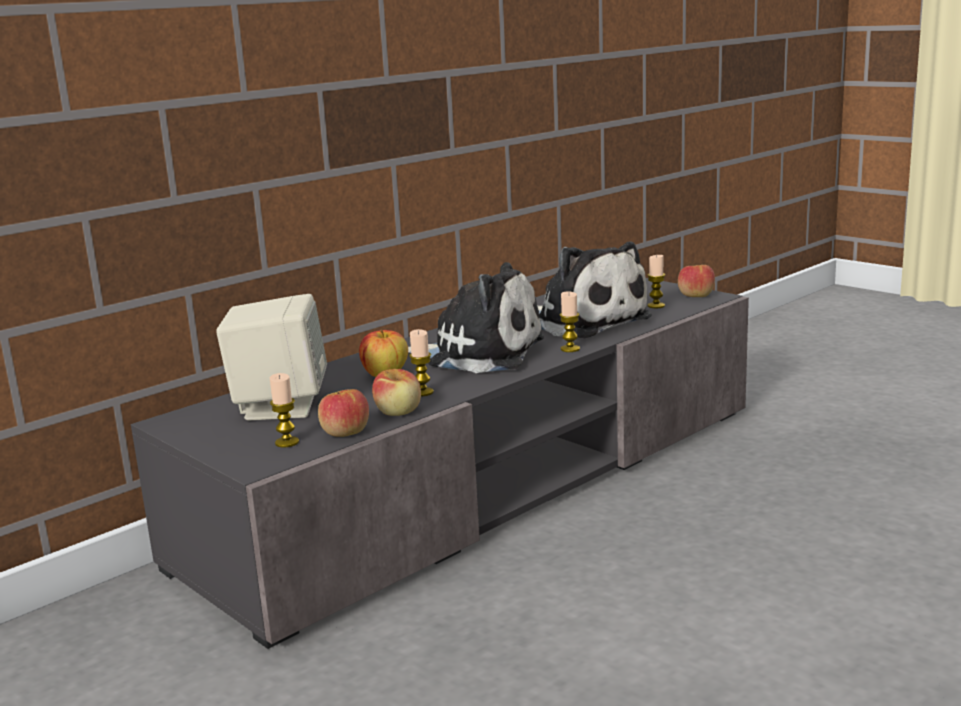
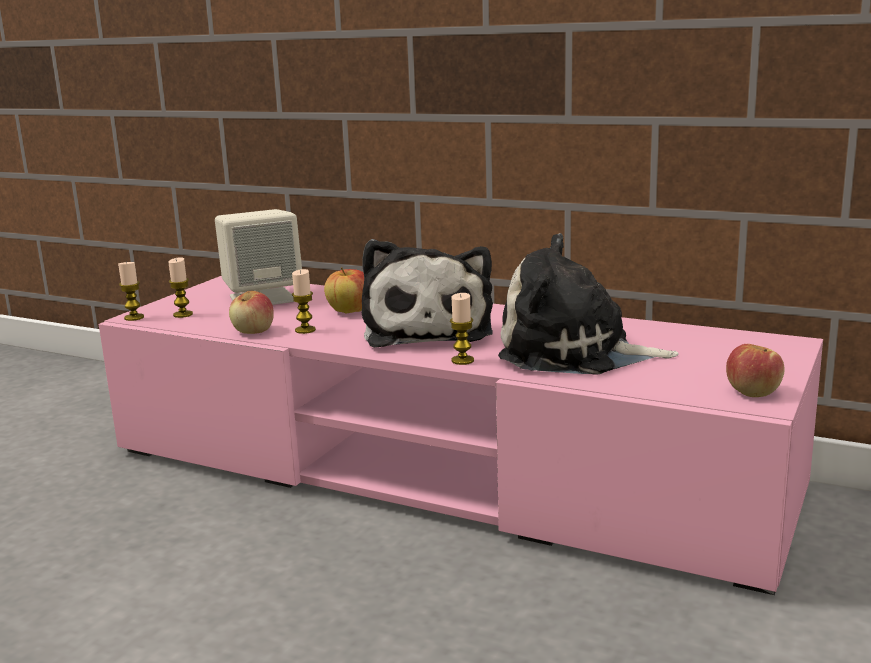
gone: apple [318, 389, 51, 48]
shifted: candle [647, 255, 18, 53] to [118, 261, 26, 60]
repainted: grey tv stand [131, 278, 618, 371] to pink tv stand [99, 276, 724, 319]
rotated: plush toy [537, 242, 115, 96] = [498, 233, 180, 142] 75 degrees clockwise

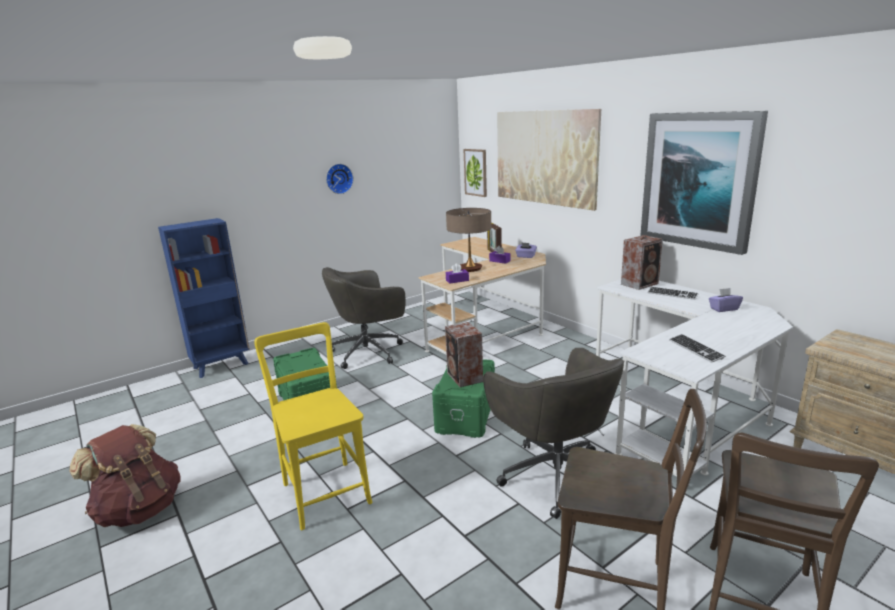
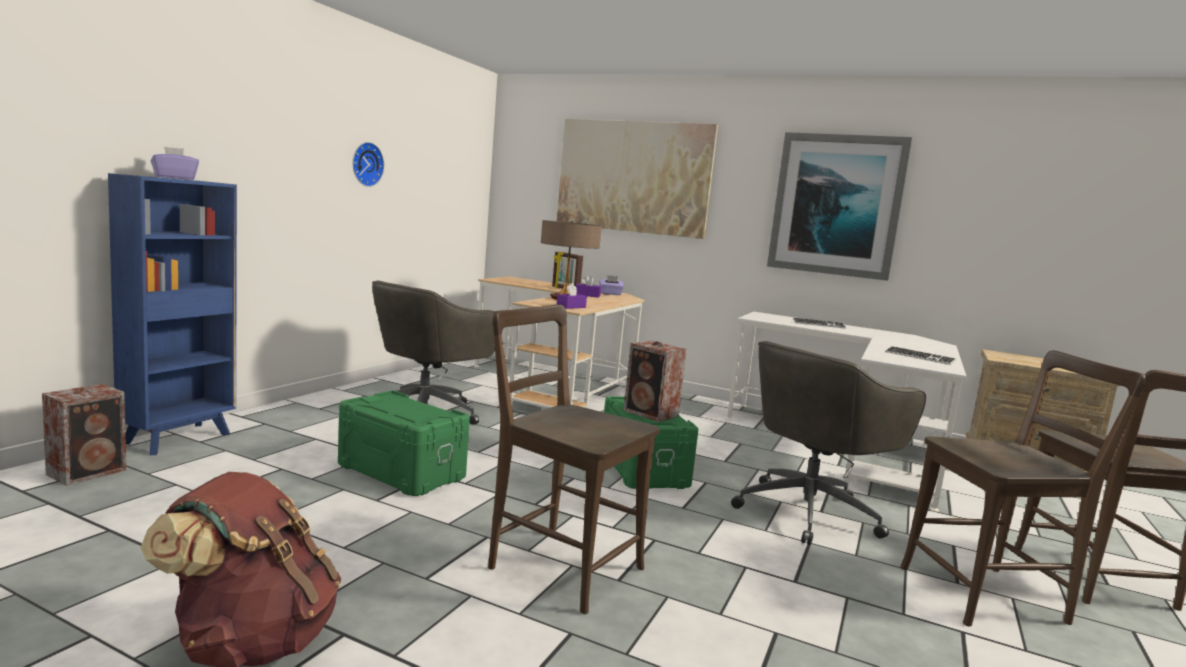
gone: picture [463, 149, 24, 48]
shifted: speaker [621, 235, 42, 55] to [42, 384, 84, 102]; purple tissue box [709, 288, 34, 24] to [151, 147, 48, 33]
repainted: yellow chair [254, 322, 118, 208] to brown chair [488, 305, 172, 309]
rotated: grey office chair [483, 348, 142, 171] = [731, 341, 195, 204] 105 degrees clockwise

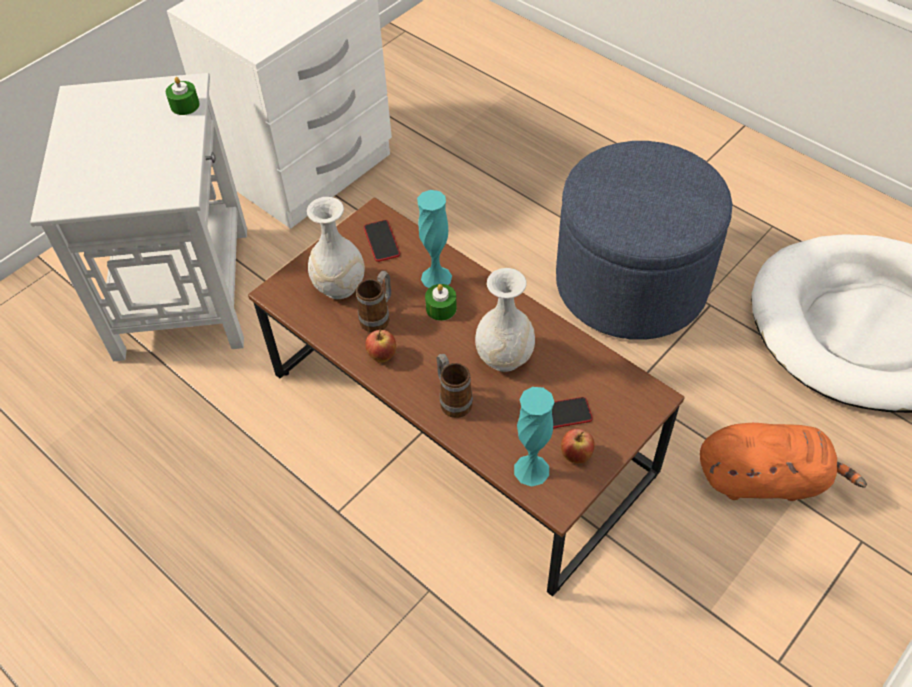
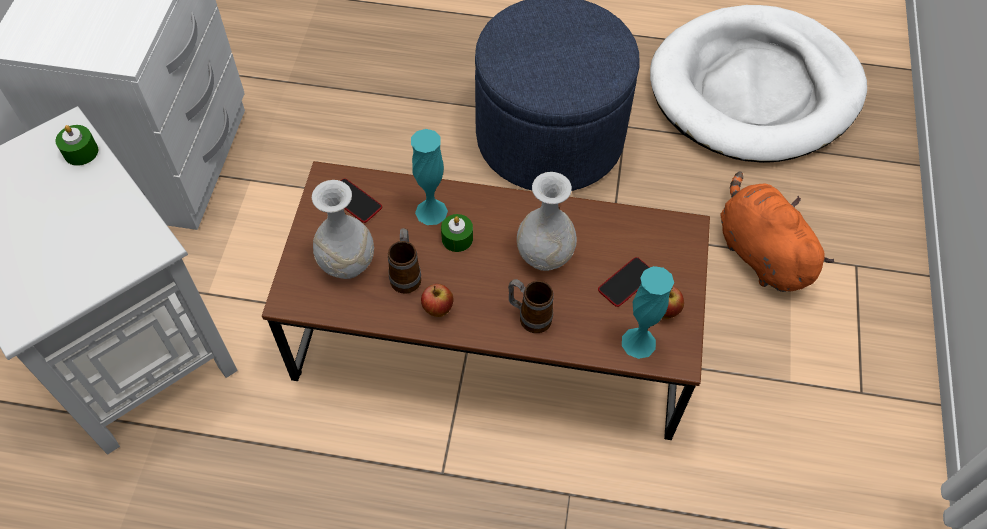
rotated: orange plush toy [700, 423, 167, 78] = [720, 171, 114, 121] 90 degrees counterclockwise

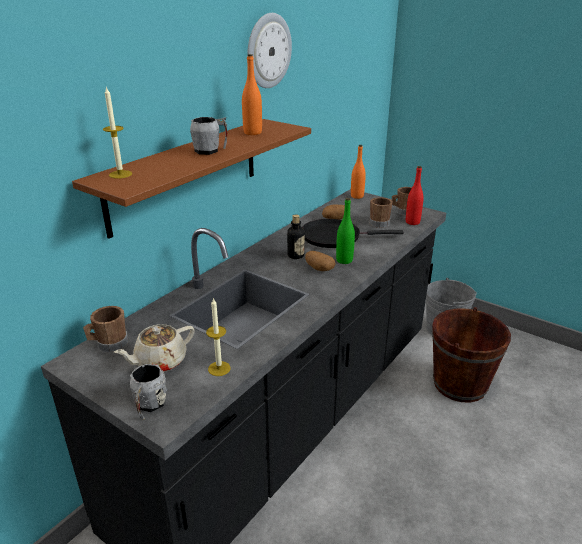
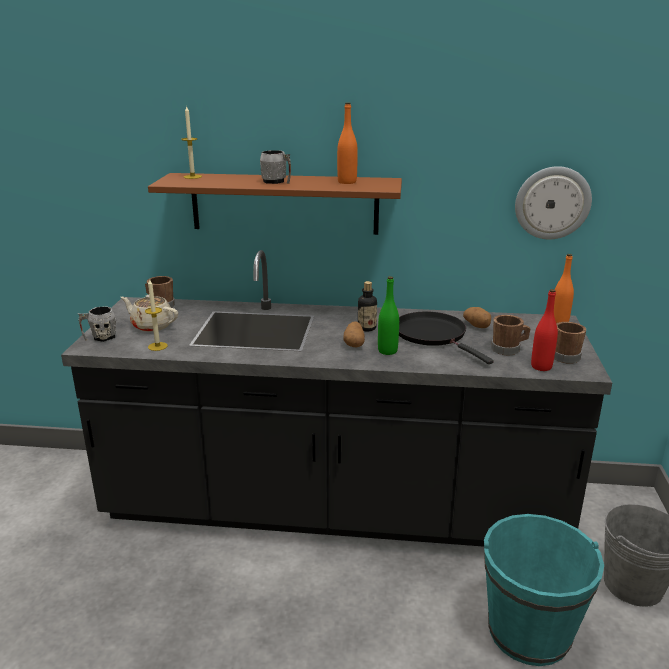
shifted: wall clock [247, 13, 45, 75] to [515, 166, 77, 73]
repainted: brown bucket [432, 307, 79, 96] to turquoise bucket [484, 514, 120, 152]

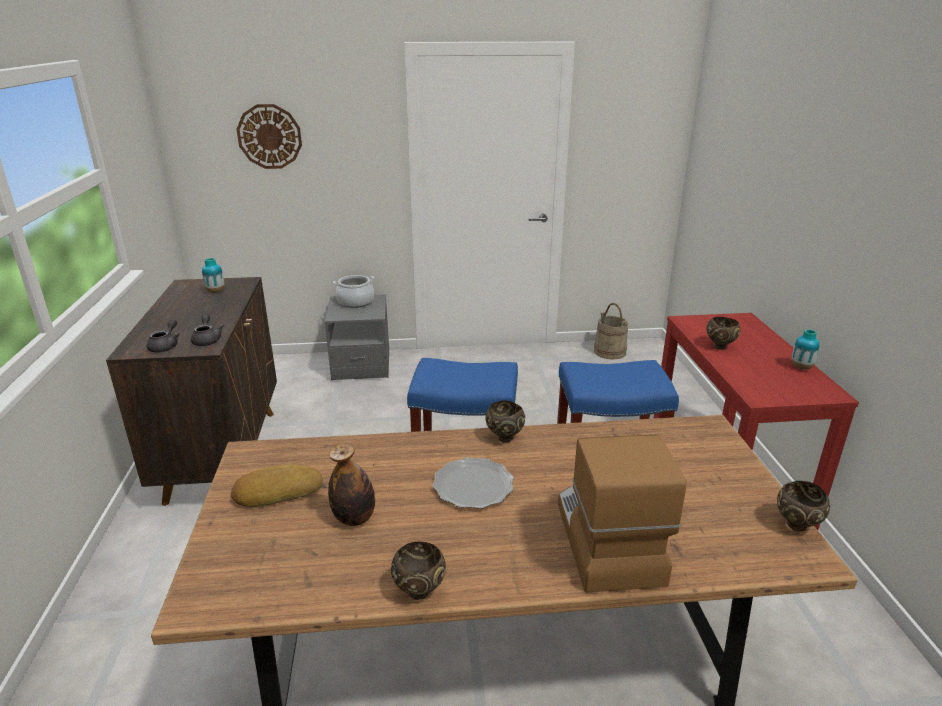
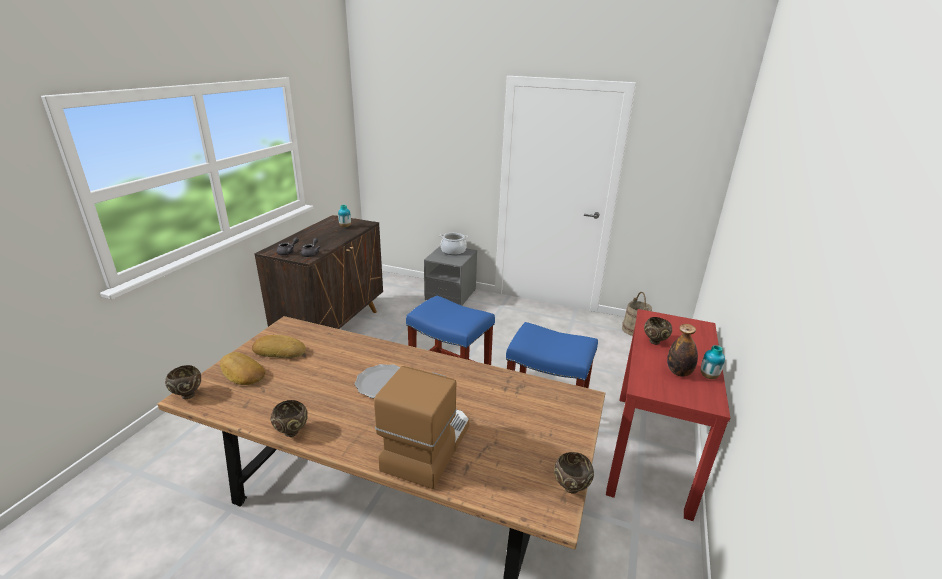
gone: wall clock [236, 104, 66, 65]
new: bread [220, 352, 45, 33]
shifted: bottle [328, 442, 47, 84] to [667, 324, 31, 53]; brown bowl [485, 401, 40, 42] to [165, 365, 36, 34]

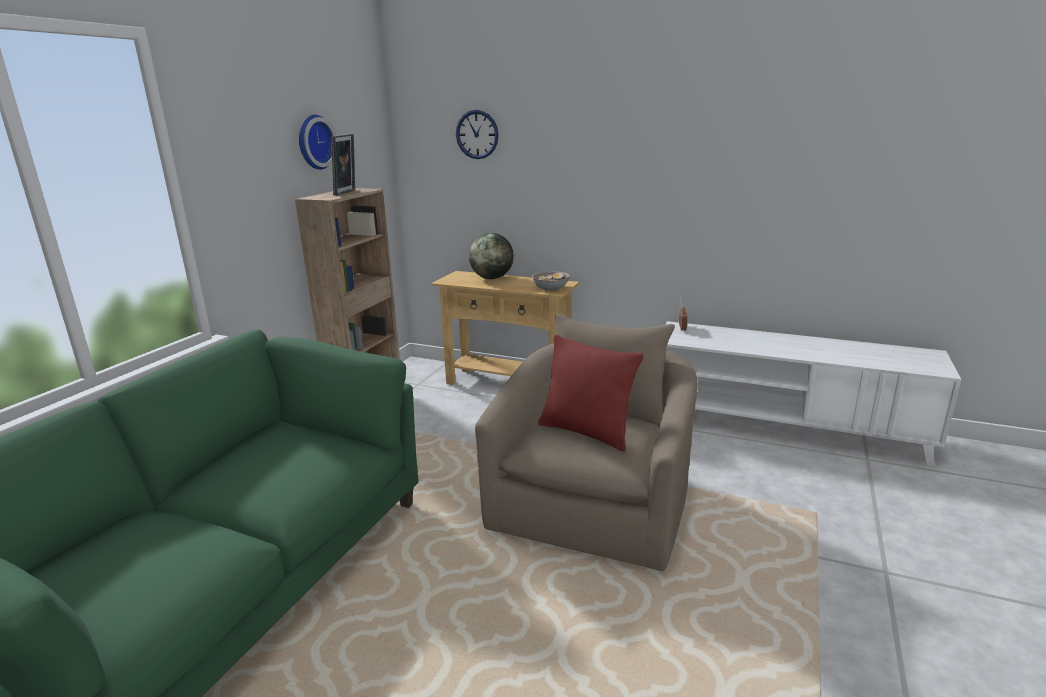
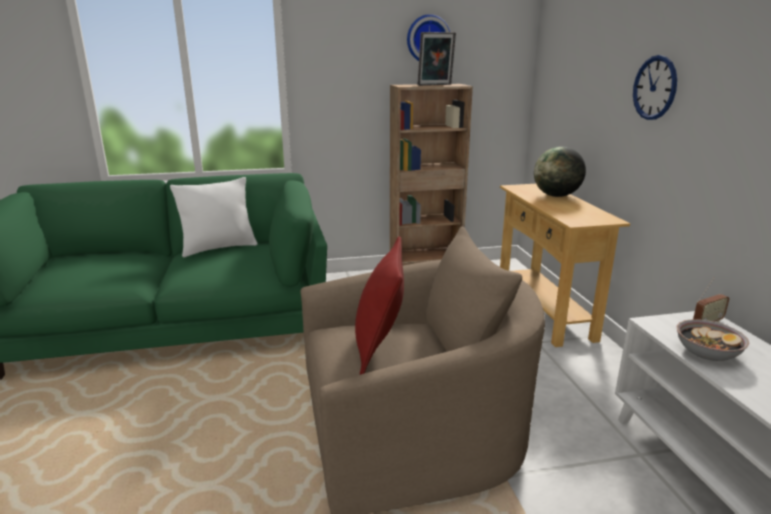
new: white pillow [170, 177, 88, 80]
shifted: wall clock [456, 110, 43, 49] to [633, 55, 44, 65]; bowl [532, 271, 38, 19] to [676, 319, 73, 42]

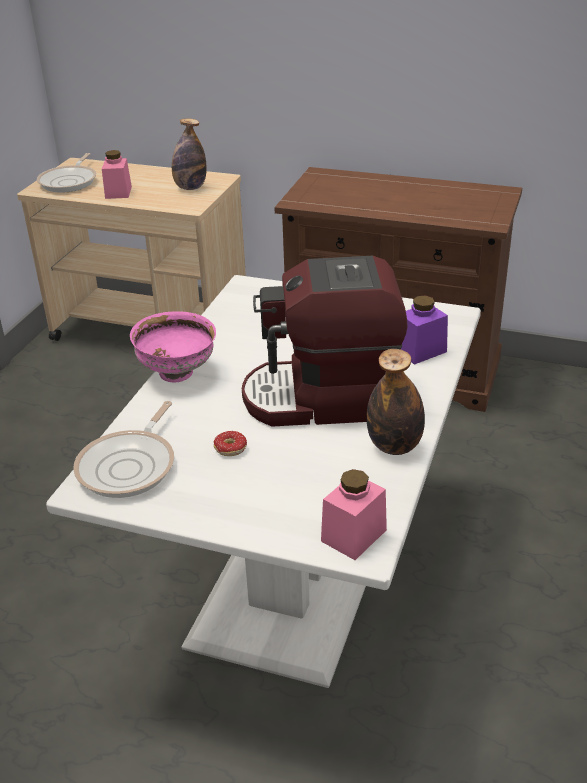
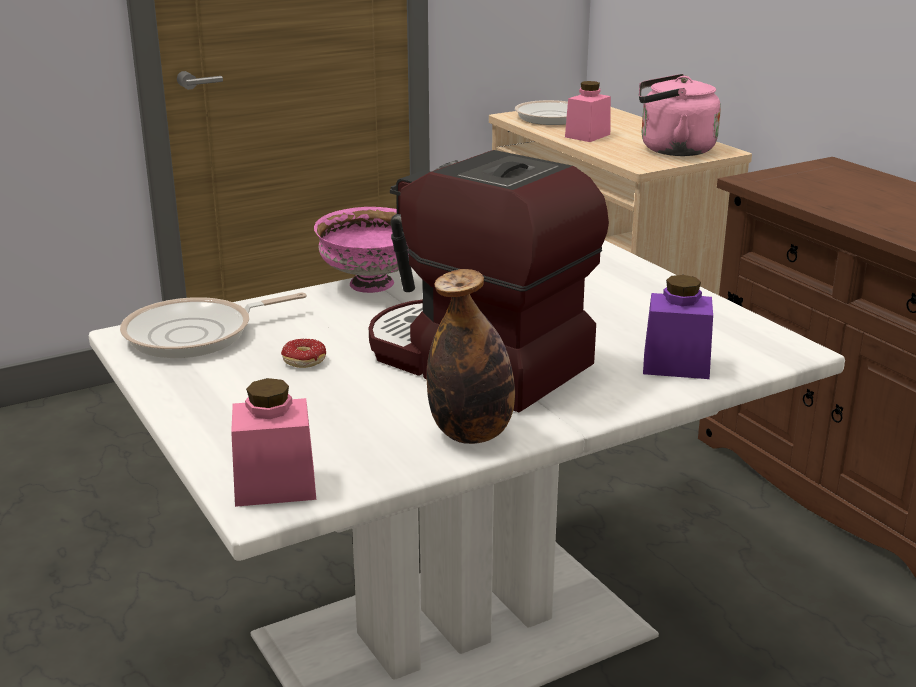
swapped: bottle [172, 118, 35, 72] to pink kettle [639, 74, 82, 82]

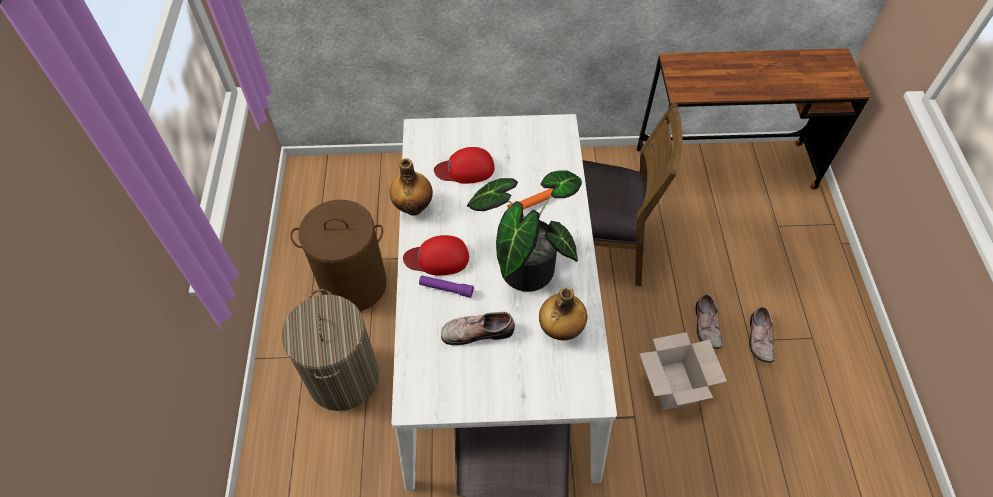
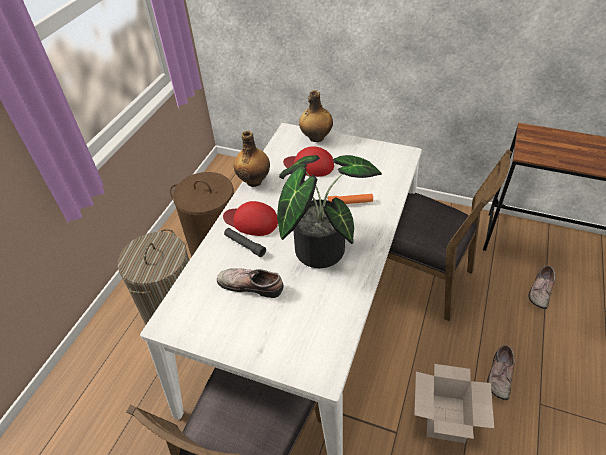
shifted: bottle [539, 287, 48, 53] to [299, 90, 34, 52]; shoe [749, 307, 26, 56] to [528, 266, 27, 43]
repainted: purple flashlight [419, 275, 55, 23] to black flashlight [224, 228, 42, 29]

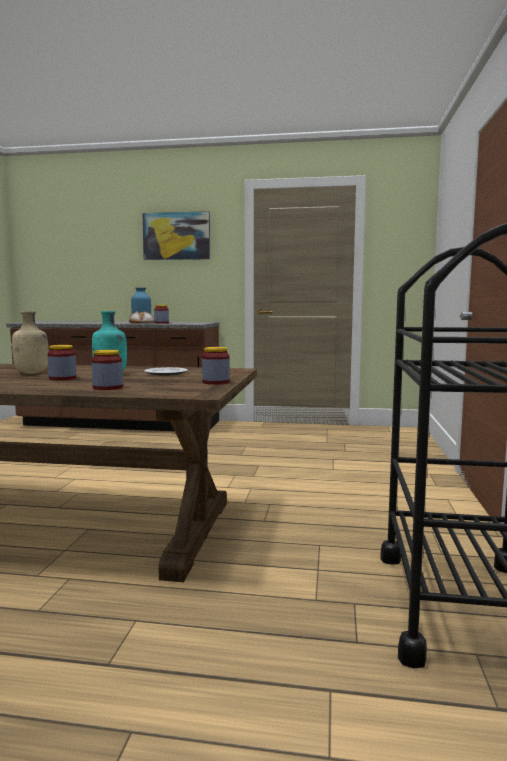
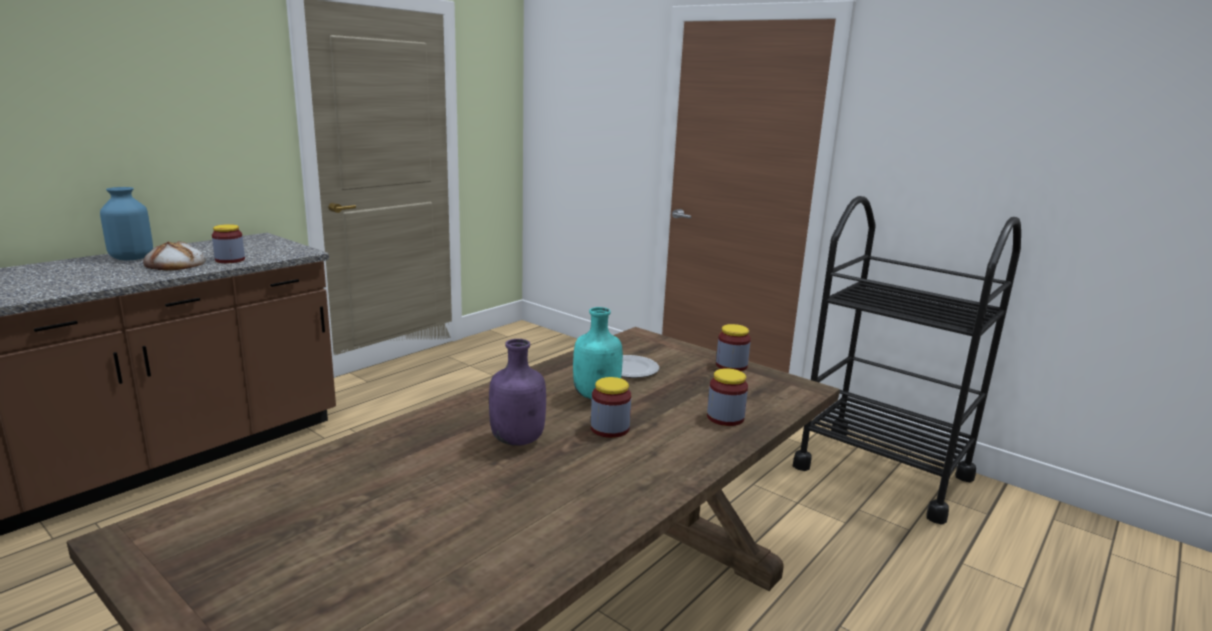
gone: picture [142, 211, 68, 49]
repainted: beige bottle [12, 311, 37, 63] to purple bottle [489, 339, 57, 107]

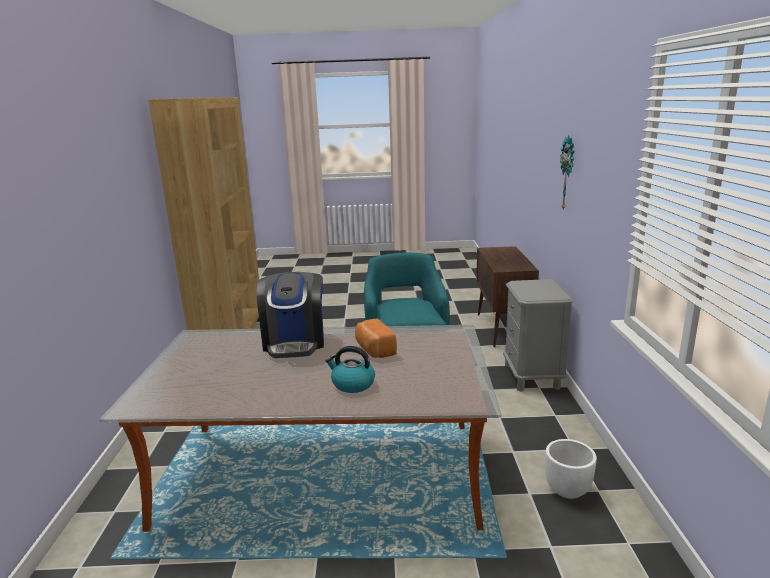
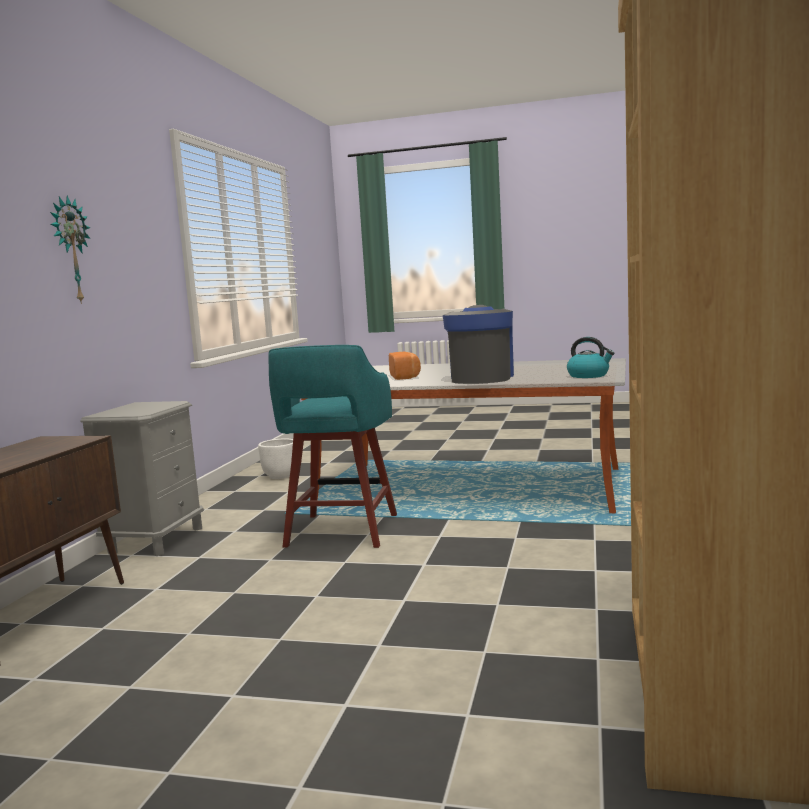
shifted: kettle [325, 346, 50, 47] to [567, 337, 47, 41]

